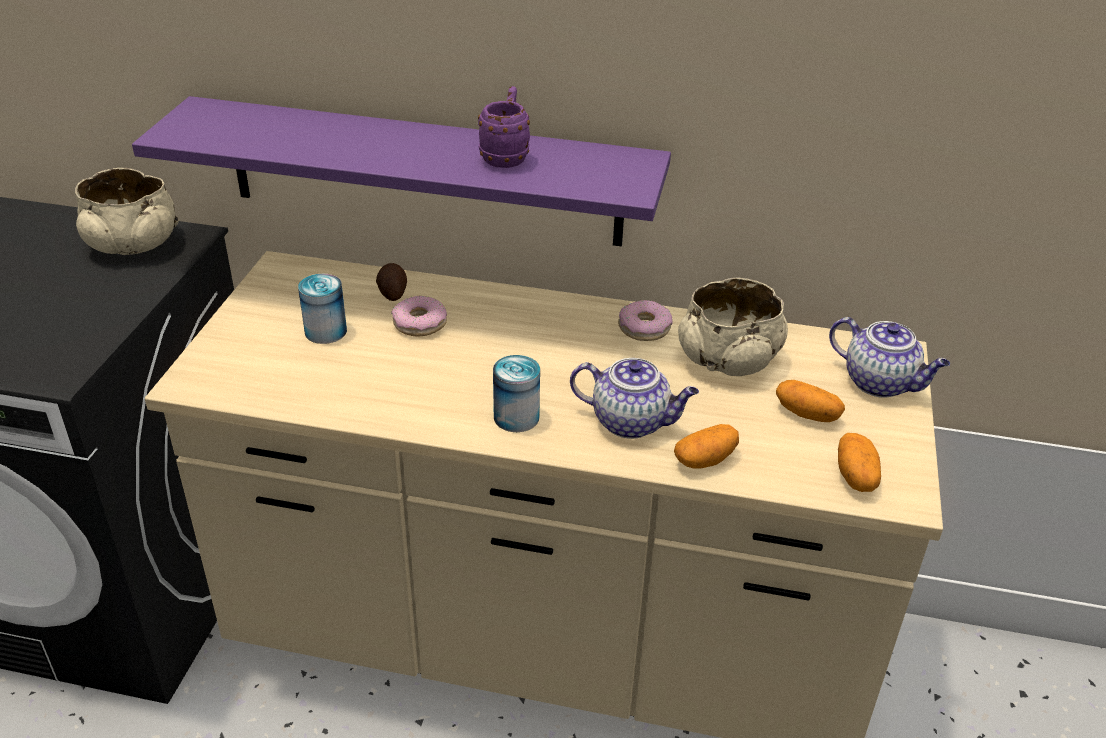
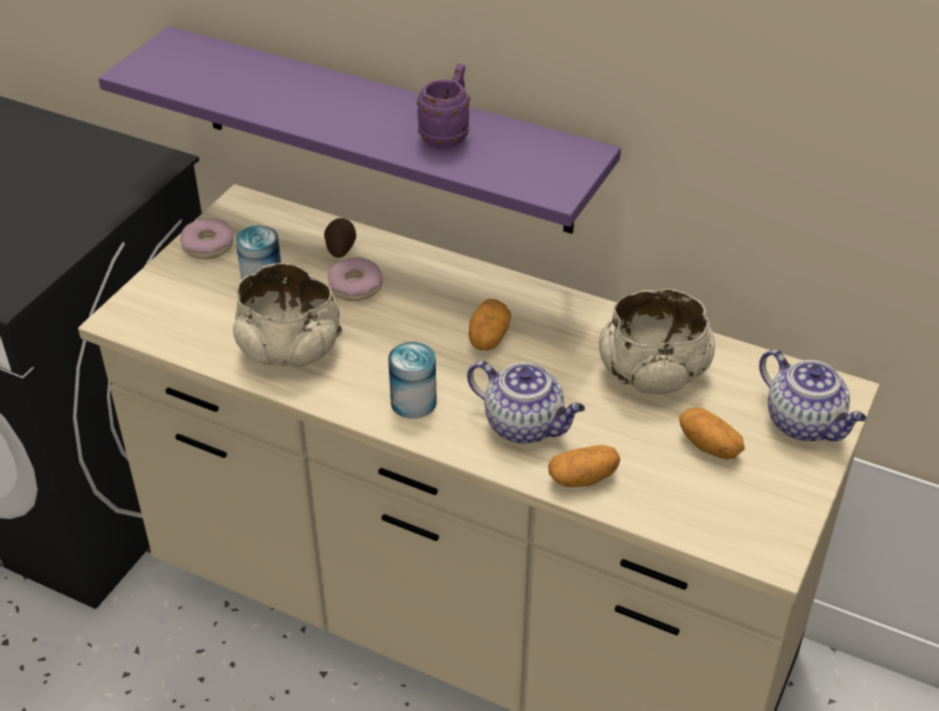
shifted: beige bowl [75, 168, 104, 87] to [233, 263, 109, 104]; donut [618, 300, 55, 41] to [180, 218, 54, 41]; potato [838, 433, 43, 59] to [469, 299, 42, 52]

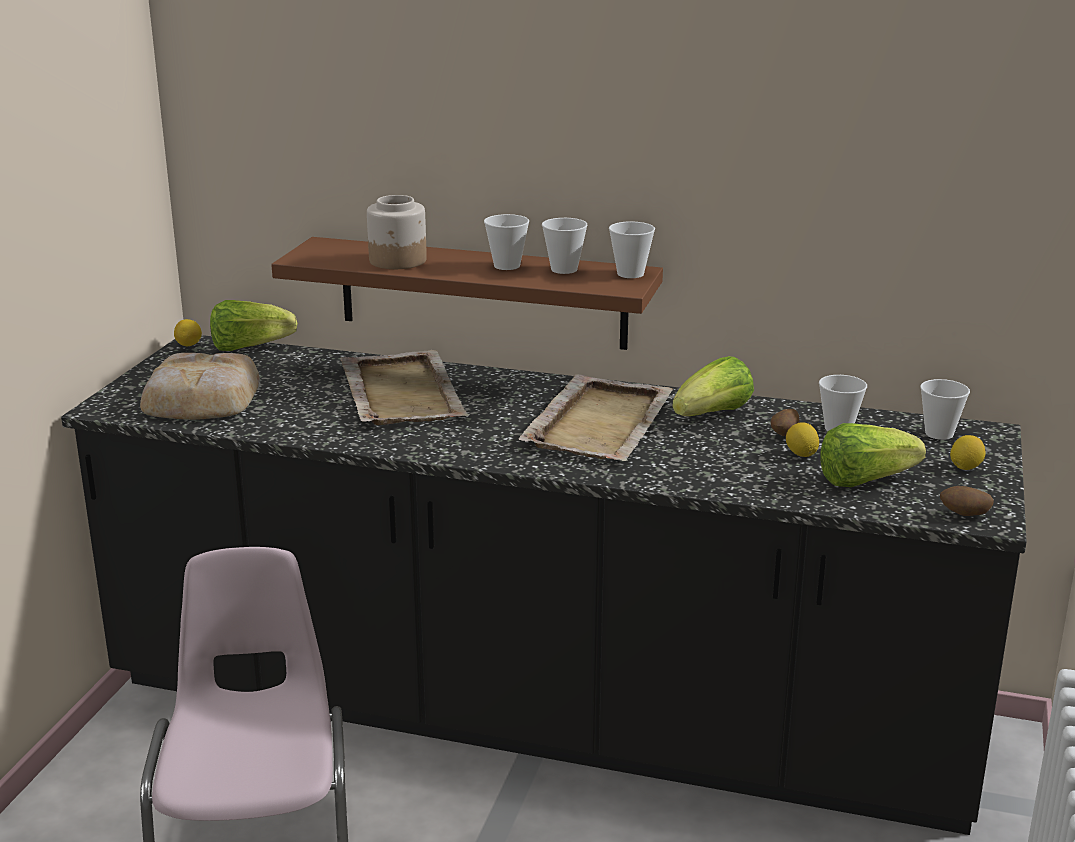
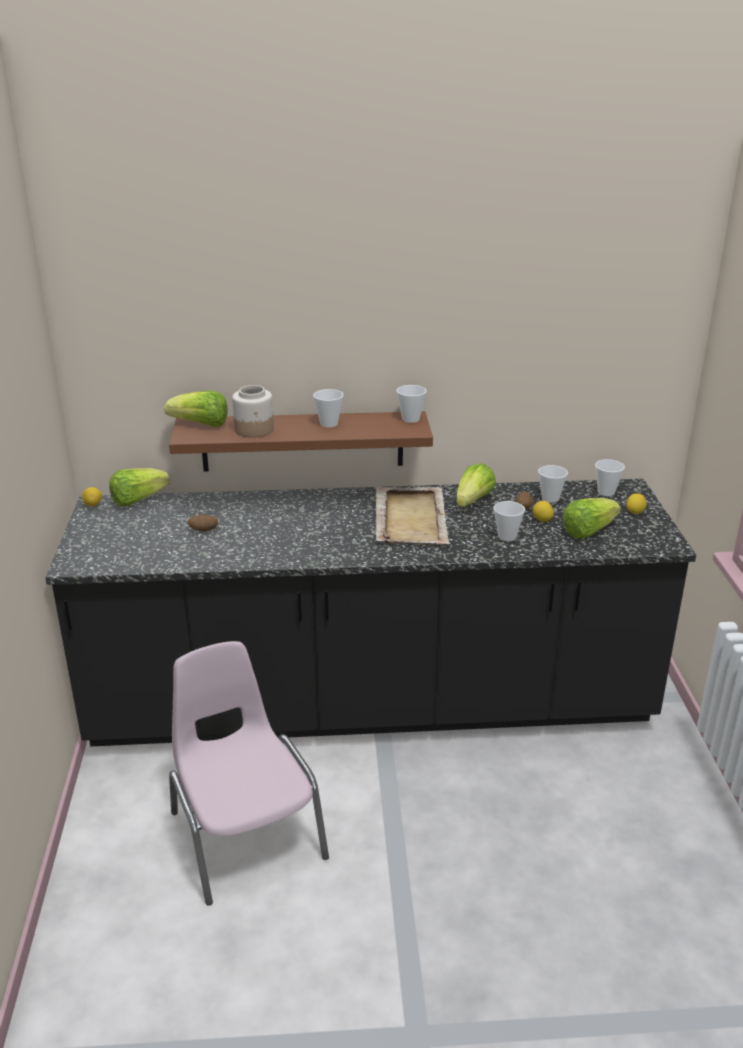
gone: bread [140, 353, 120, 67]; beige tray [340, 350, 130, 75]
new: lettuce [164, 391, 64, 36]
shifted: cup [542, 218, 46, 56] to [494, 501, 31, 40]; potato [940, 486, 54, 30] to [187, 515, 31, 17]

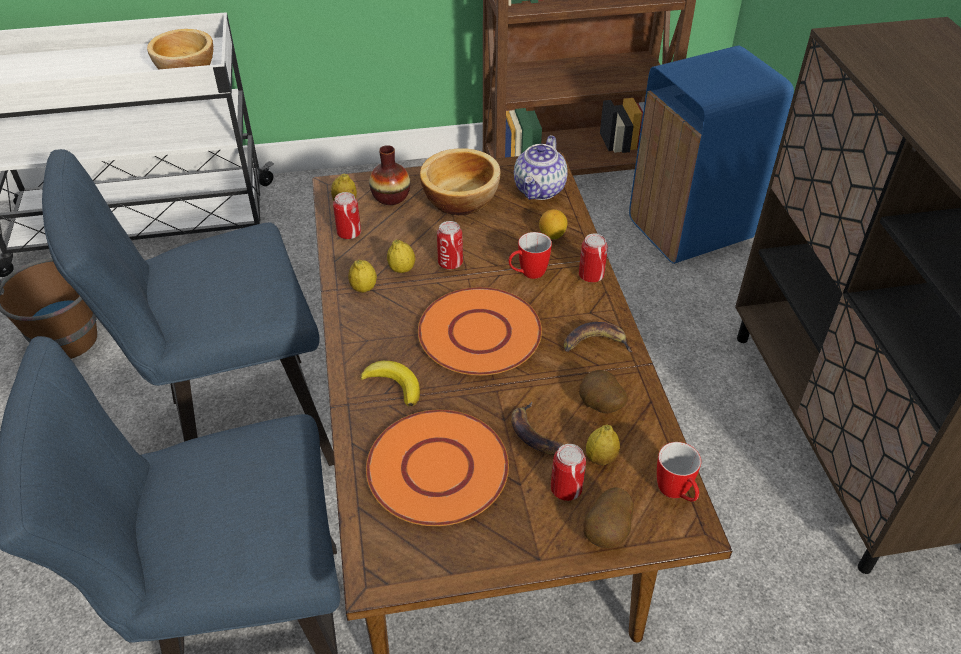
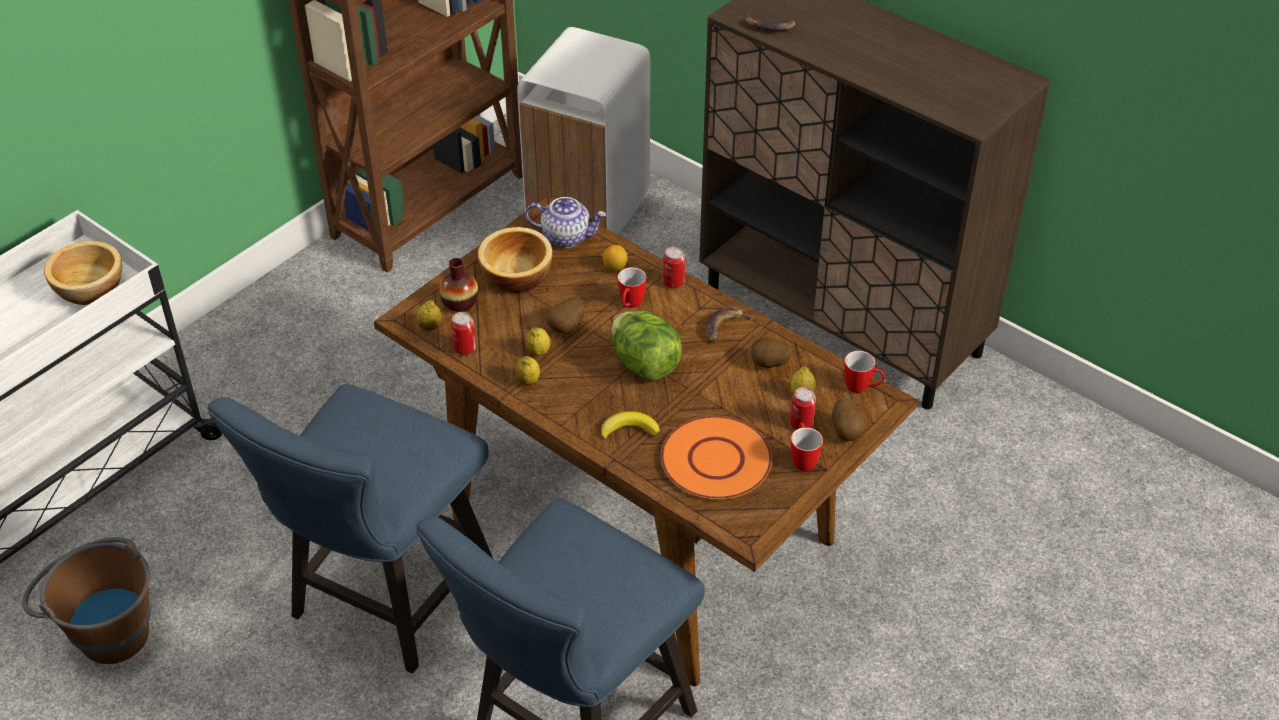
new: mug [791, 422, 32, 49]
shifted: banana [511, 402, 53, 53] to [746, 15, 50, 16]
swapped: orange plate [418, 287, 124, 88] to lettuce [612, 311, 70, 70]; can [437, 221, 26, 48] to potato [546, 297, 39, 37]
repainted: blue trash can [629, 46, 165, 218] to white trash can [517, 27, 133, 208]
rotated: teapot [514, 135, 54, 65] = [525, 197, 81, 51] 60 degrees counterclockwise

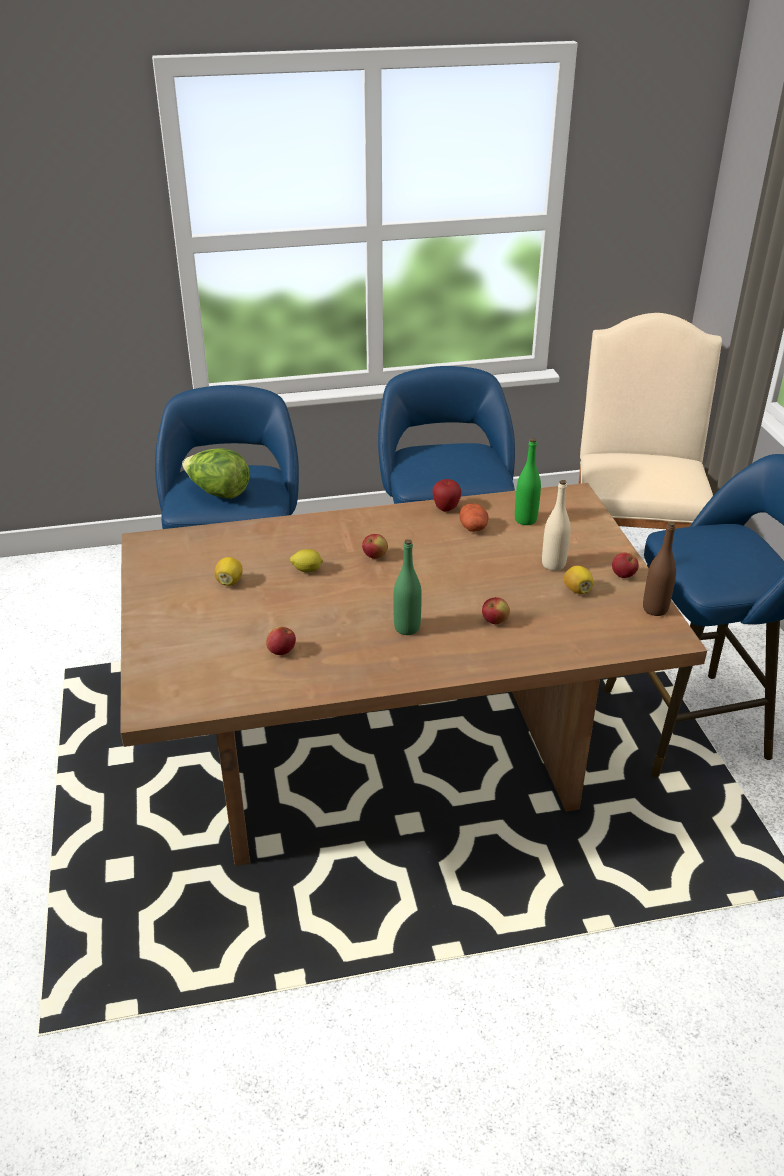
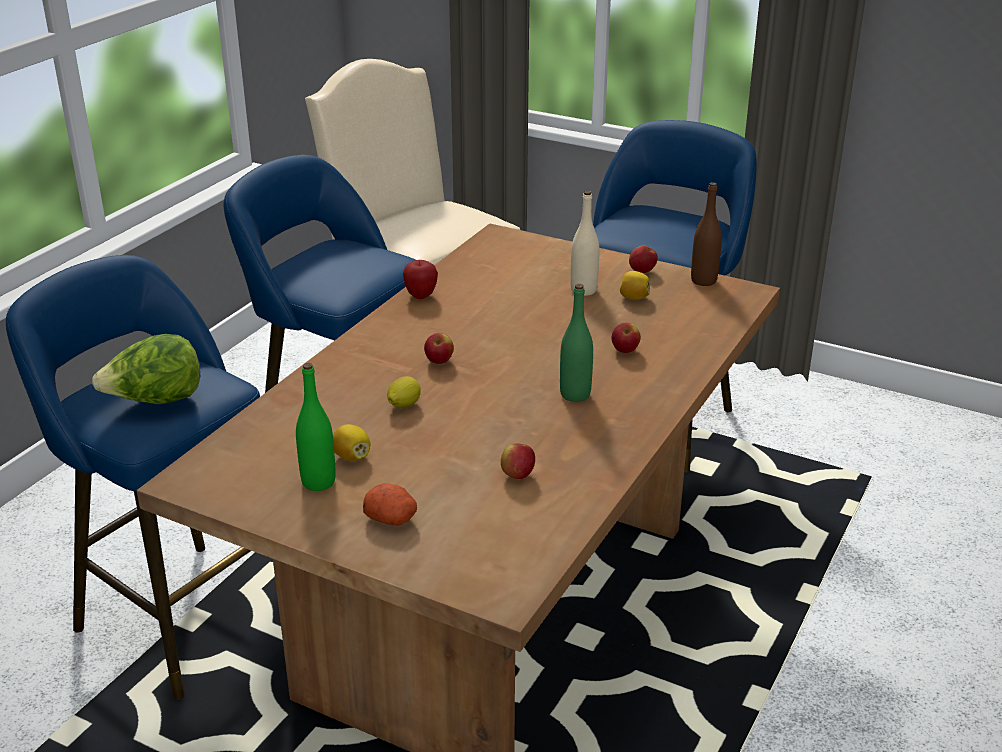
shifted: potato [460, 504, 28, 28] to [363, 483, 54, 43]; green bottle [515, 438, 26, 87] to [296, 363, 40, 128]

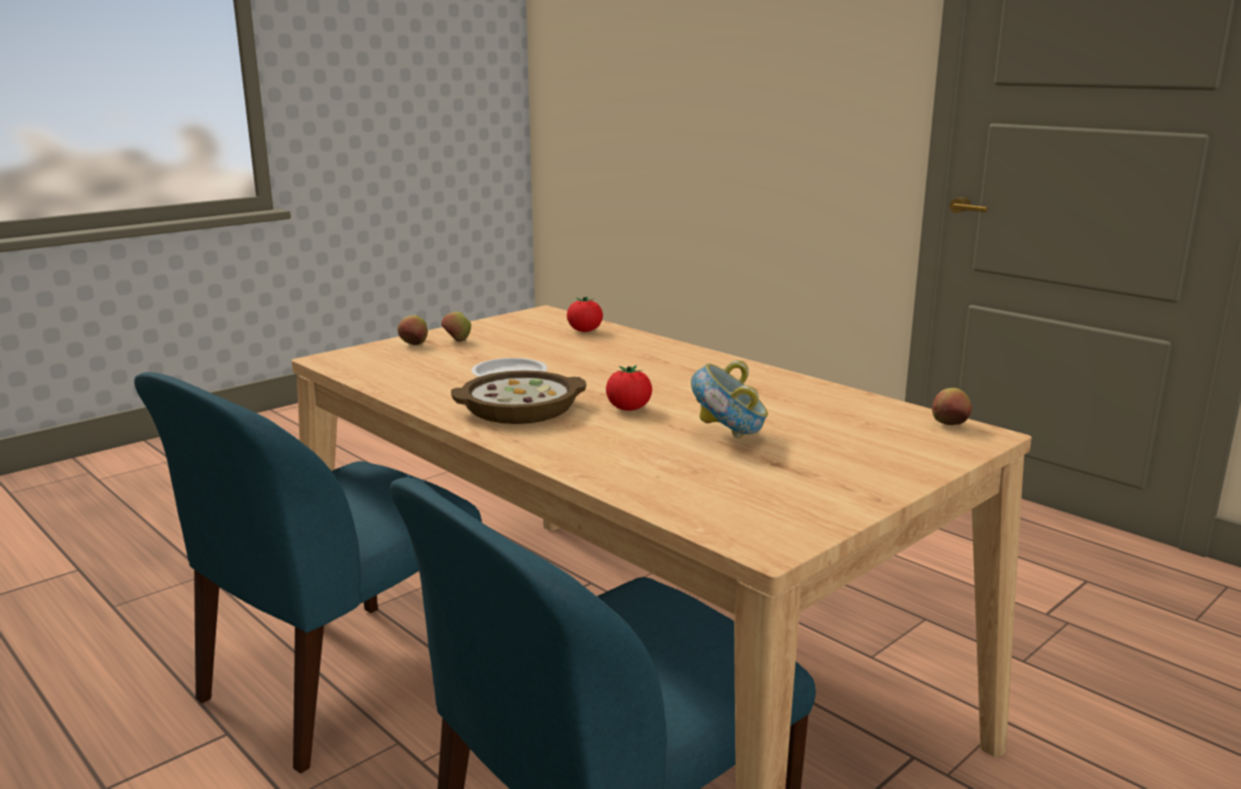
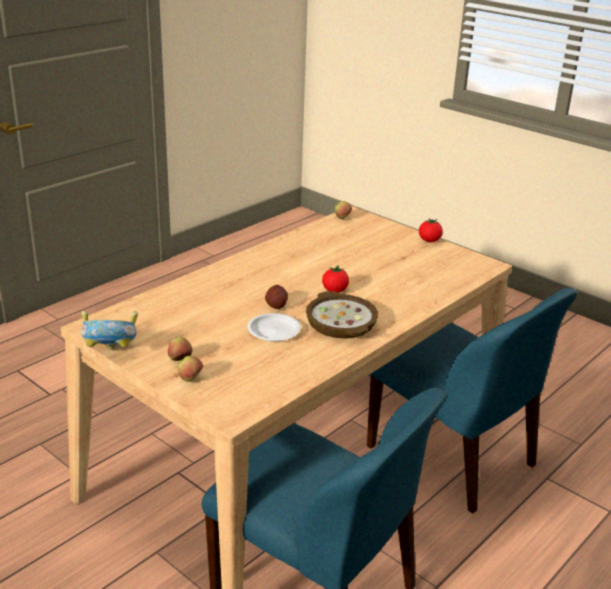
new: potato [265, 285, 23, 24]
shifted: tomato [567, 296, 36, 36] to [419, 218, 24, 24]; bowl [691, 360, 77, 78] to [81, 311, 57, 38]

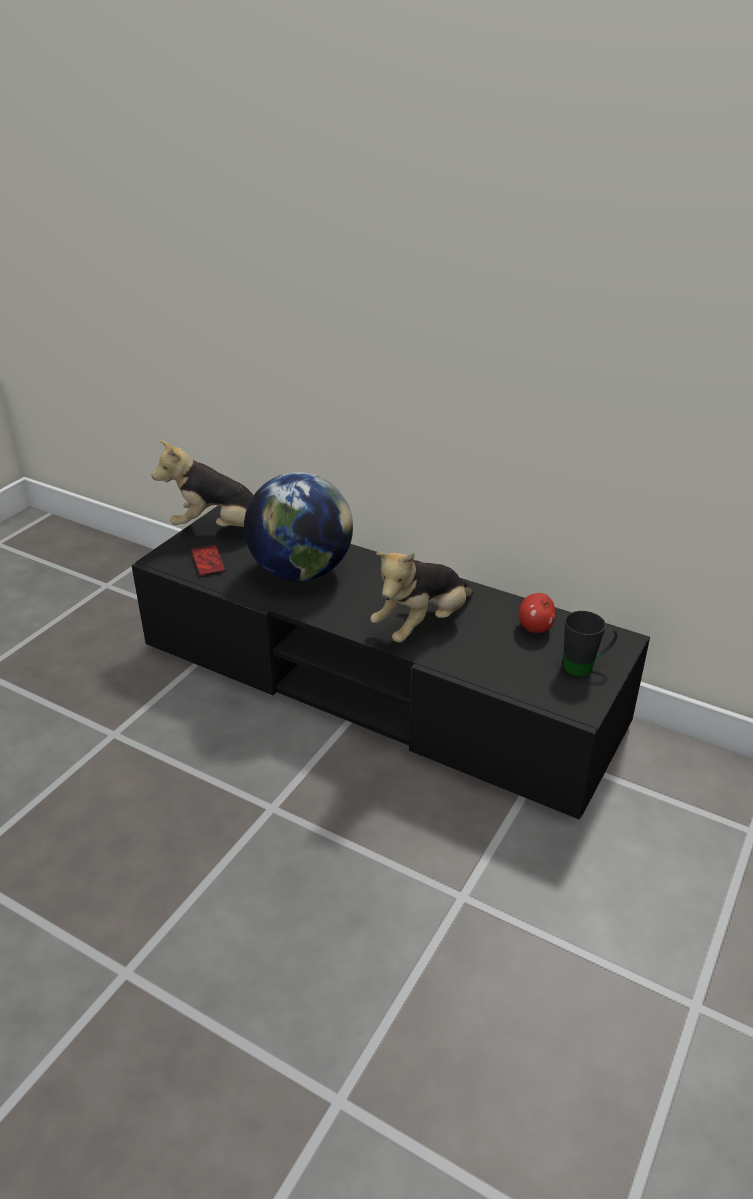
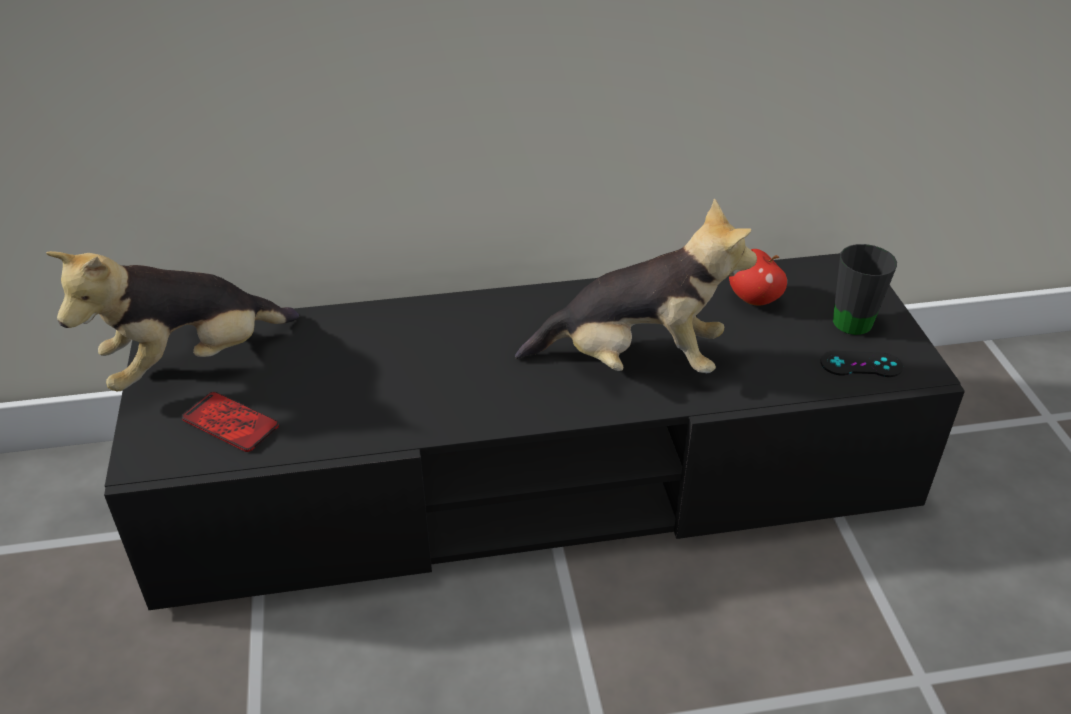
gone: globe [244, 472, 109, 109]
new: black game controller [820, 351, 83, 26]
rotated: plush toy [370, 552, 103, 91] = [515, 198, 242, 175] 90 degrees counterclockwise

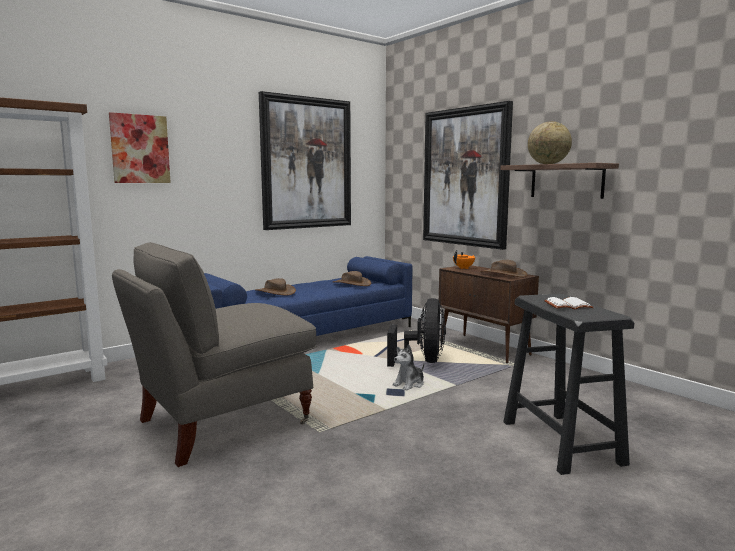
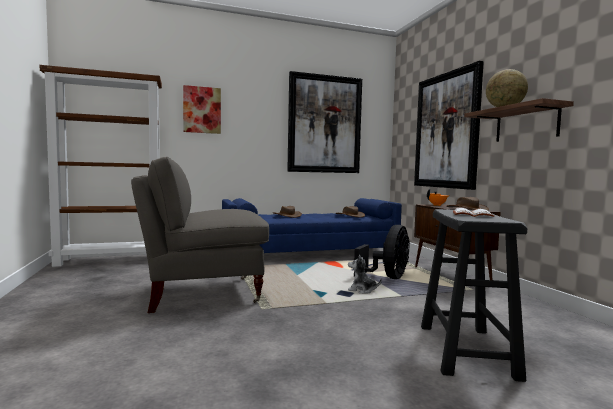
rotated: plush toy [393, 344, 31, 46] = [348, 255, 34, 39] 45 degrees clockwise

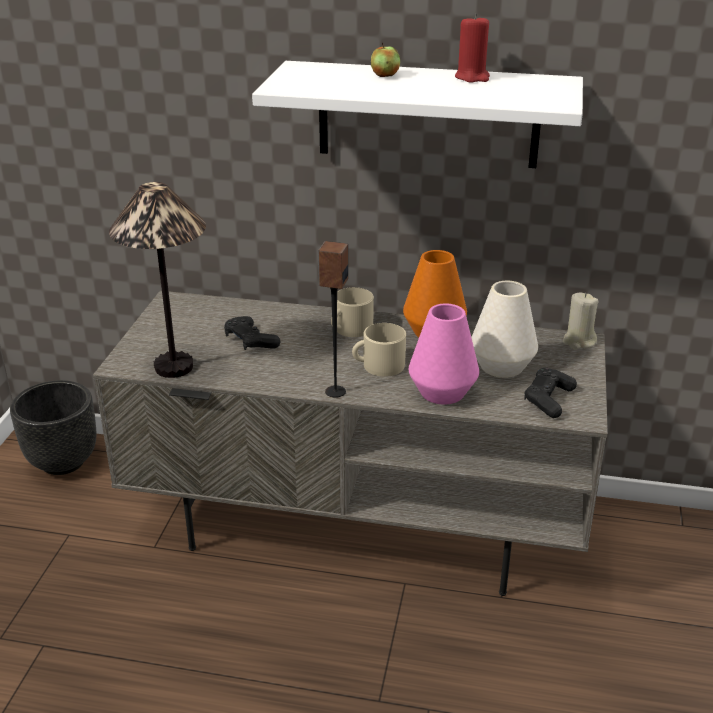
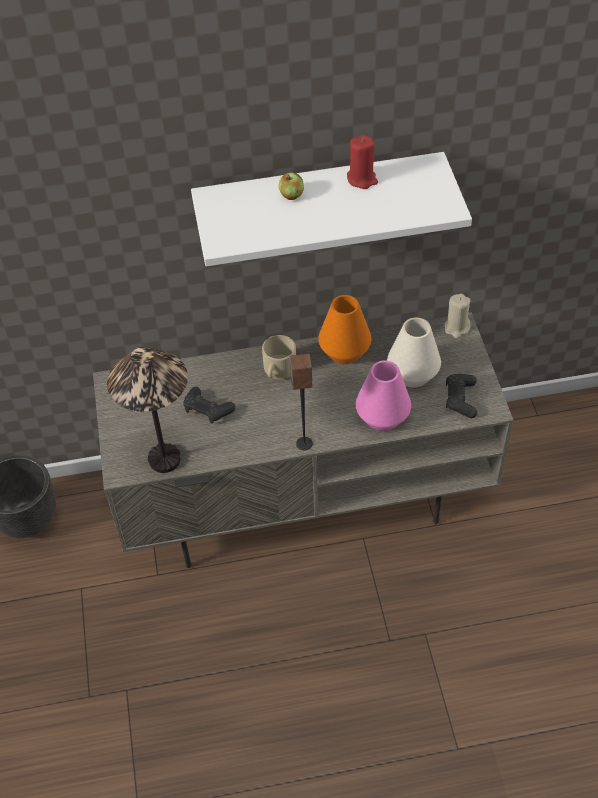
gone: beige mug [352, 323, 54, 54]

